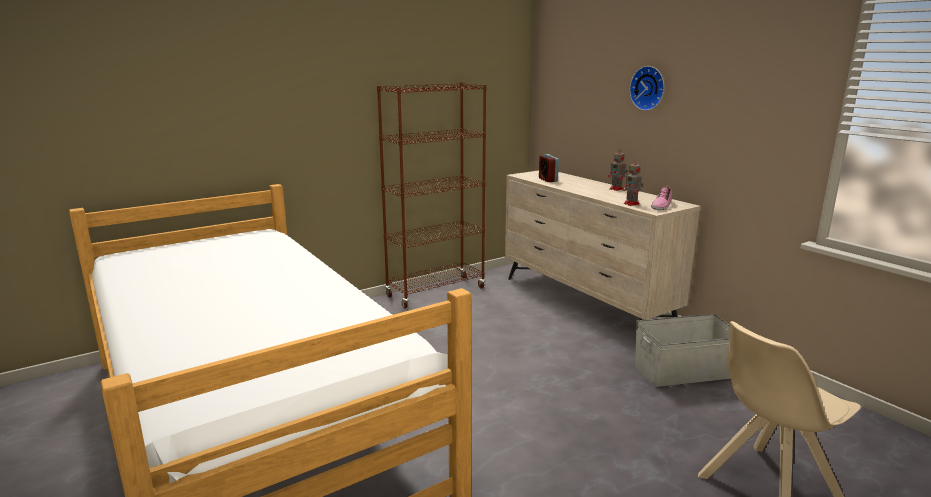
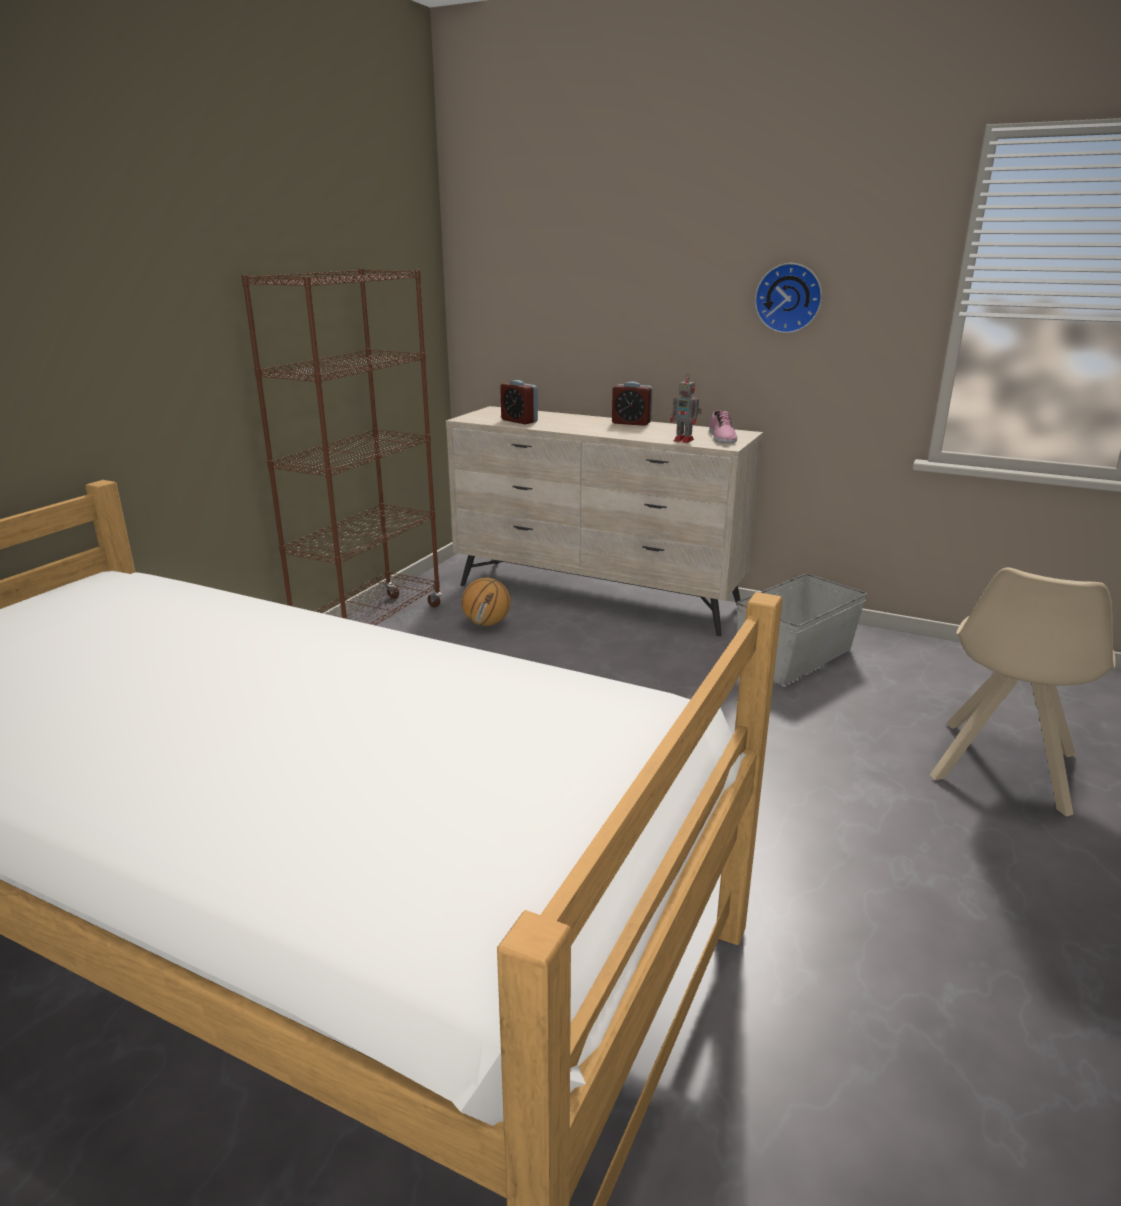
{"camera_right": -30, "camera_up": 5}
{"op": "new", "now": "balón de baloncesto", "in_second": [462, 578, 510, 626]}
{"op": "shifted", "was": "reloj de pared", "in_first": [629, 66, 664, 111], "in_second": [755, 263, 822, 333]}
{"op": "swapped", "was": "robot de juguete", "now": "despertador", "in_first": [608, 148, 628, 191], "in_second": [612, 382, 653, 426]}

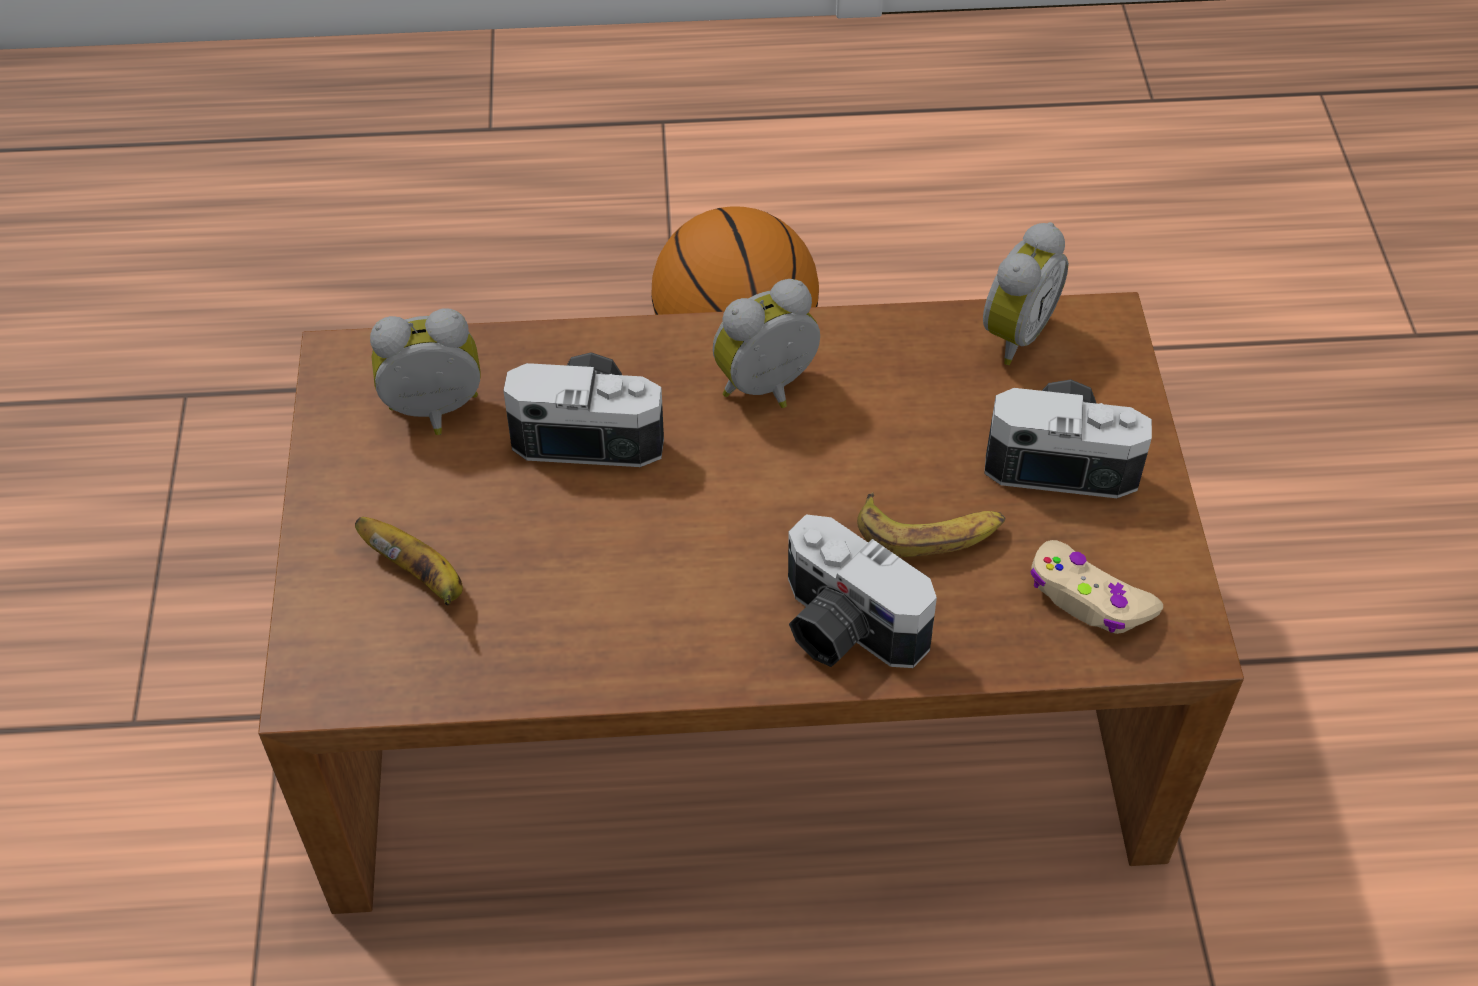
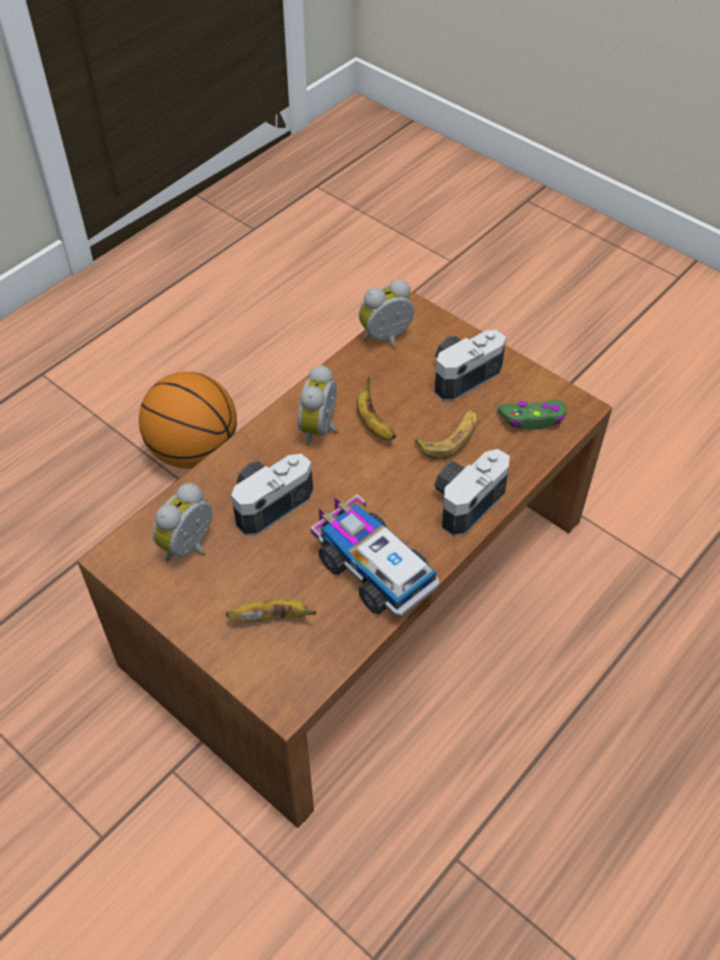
{"camera_right": -45, "camera_up": 0}
{"op": "new", "now": "camión de juguete", "in_second": [311, 494, 439, 618]}
{"op": "new", "now": "plátano", "in_second": [357, 377, 396, 440]}
{"op": "repainted", "was": "mando de consola/beis", "now": "mando de consola/verde", "in_first": [1030, 540, 1163, 634], "in_second": [497, 399, 566, 430]}
{"op": "rotated", "was": "cámara", "in_first": [788, 514, 937, 668], "in_second": [434, 449, 510, 536], "clockwise": 135}
{"op": "rotated", "was": "despertador", "in_first": [983, 222, 1069, 365], "in_second": [359, 280, 415, 348], "clockwise": -105}

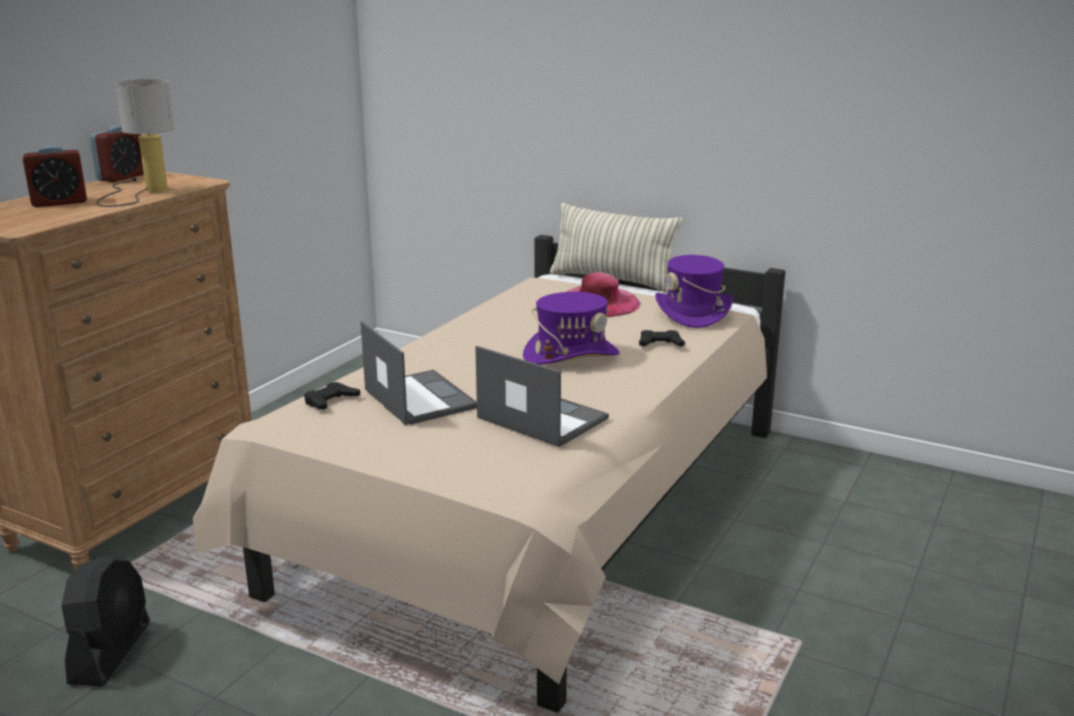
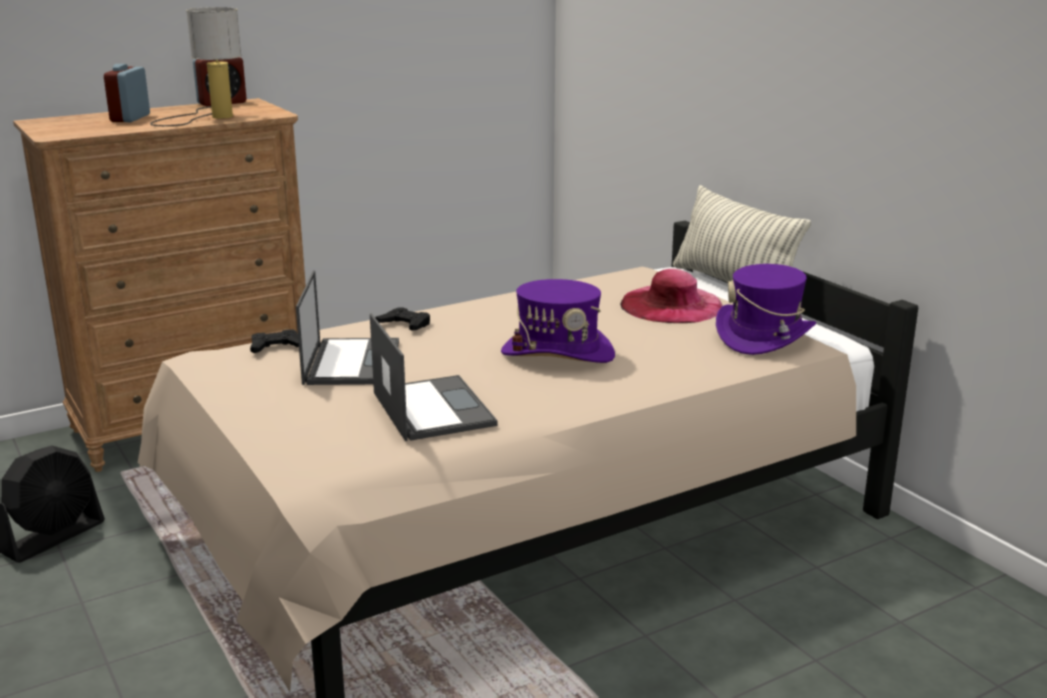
{"camera_right": 30, "camera_up": 0}
{"op": "shifted", "was": "mando de consola/negro", "in_first": [639, 330, 685, 347], "in_second": [375, 307, 430, 331]}
{"op": "rotated", "was": "despertador", "in_first": [23, 146, 87, 207], "in_second": [104, 64, 150, 122], "clockwise": 90}

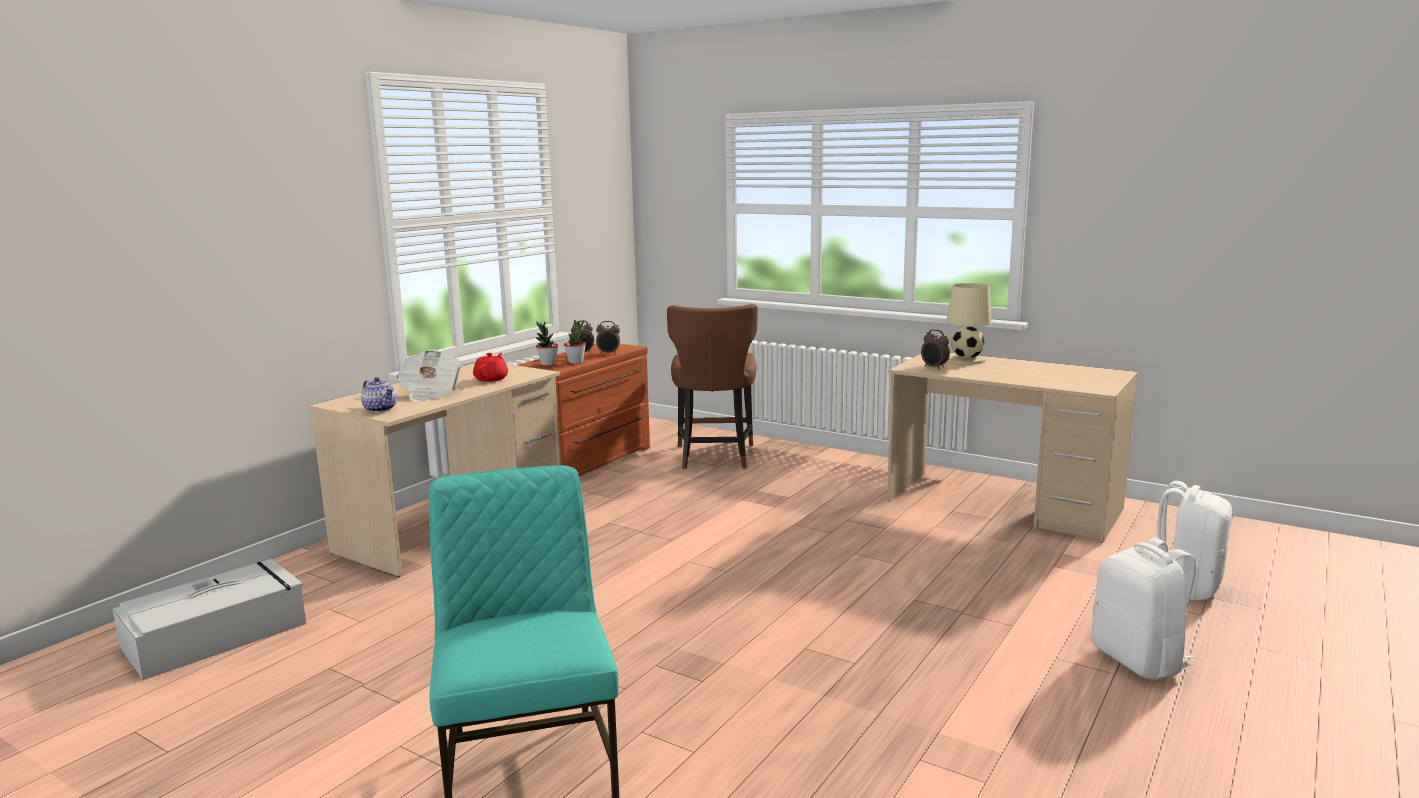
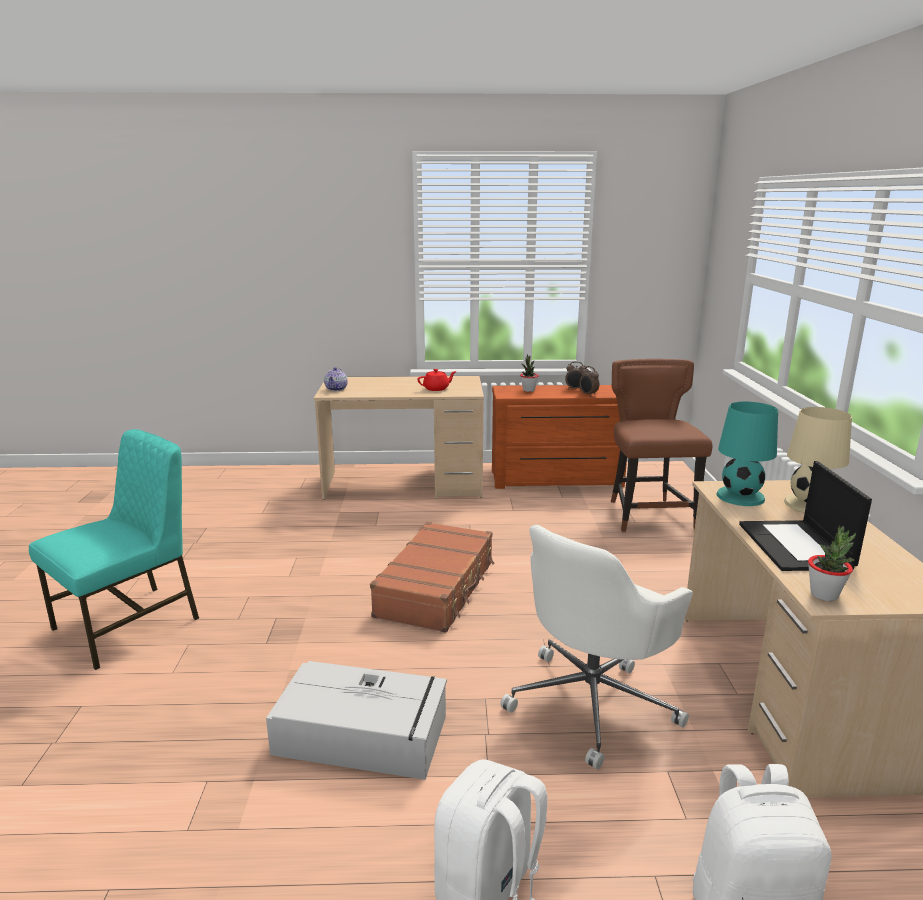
{"camera_right": 55, "camera_up": 5}
{"op": "gone", "was": "periódico", "in_first": [396, 350, 463, 402]}
{"op": "new", "now": "maleta/marrón", "in_second": [370, 522, 494, 633]}
{"op": "new", "now": "silla de oficina/blanco", "in_second": [500, 525, 693, 769]}
{"op": "new", "now": "portátil", "in_second": [739, 461, 872, 571]}
{"op": "shifted", "was": "caja de almacenaje/gris", "in_first": [112, 559, 306, 680], "in_second": [266, 661, 447, 780]}
{"op": "shifted", "was": "planta en maceta", "in_first": [564, 320, 586, 364], "in_second": [808, 526, 856, 601]}
{"op": "swapped", "was": "despertador", "now": "lámpara de mesa/turquesa", "in_first": [921, 329, 950, 370], "in_second": [717, 402, 778, 506]}
{"op": "rotated", "was": "silla/marrón", "in_first": [667, 304, 758, 469], "in_second": [611, 359, 712, 532], "clockwise": 120}

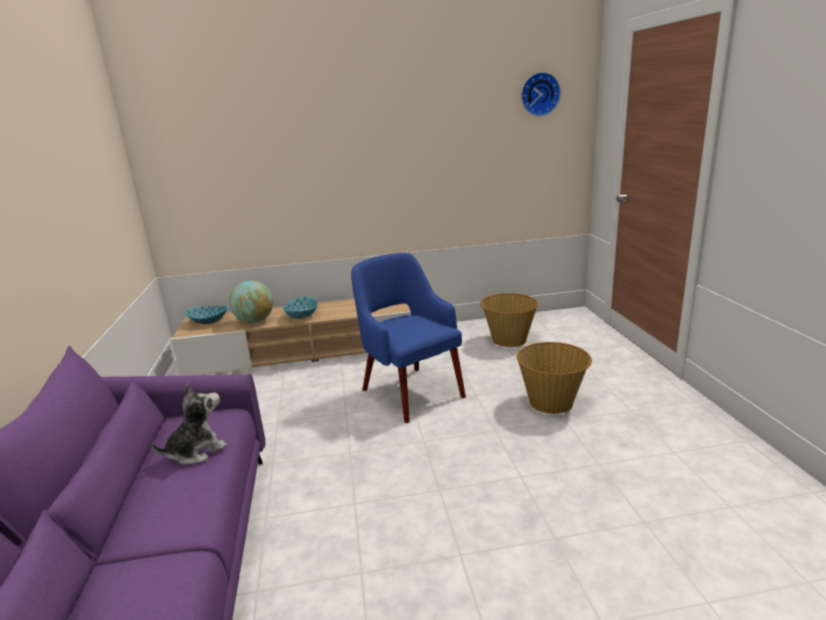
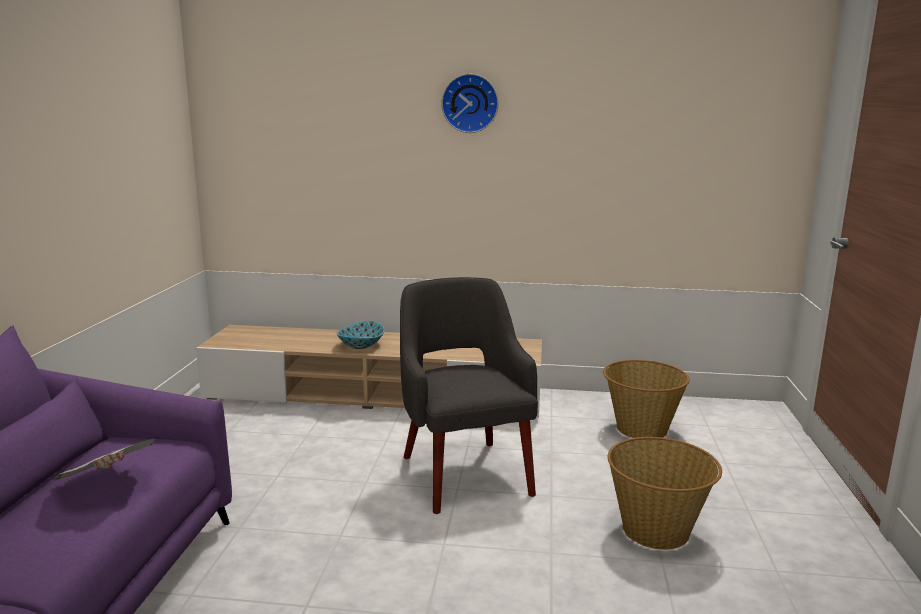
{"camera_right": 15, "camera_up": -5}
{"op": "gone", "was": "cuenco", "in_first": [185, 305, 228, 324]}
{"op": "gone", "was": "globo terráqueo", "in_first": [229, 281, 273, 323]}
{"op": "shifted", "was": "reloj de pared", "in_first": [521, 72, 561, 117], "in_second": [441, 74, 498, 133]}
{"op": "swapped", "was": "peluche", "now": "periódico", "in_first": [152, 383, 227, 465], "in_second": [53, 439, 154, 481]}
{"op": "repainted", "was": "sillón/azul", "now": "sillón/gris", "in_first": [351, 253, 466, 423], "in_second": [400, 277, 538, 514]}

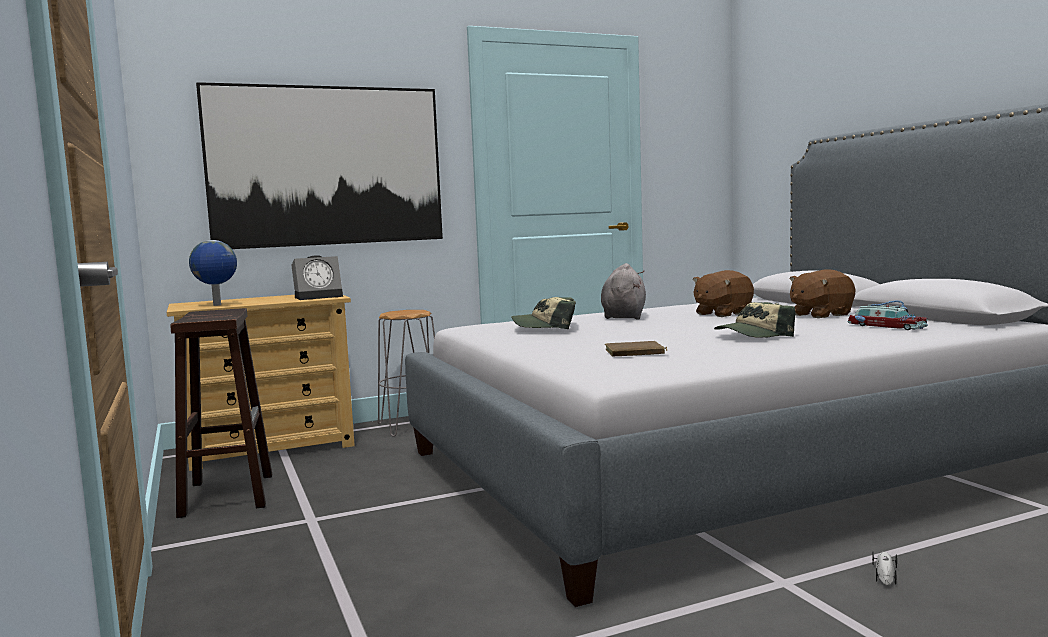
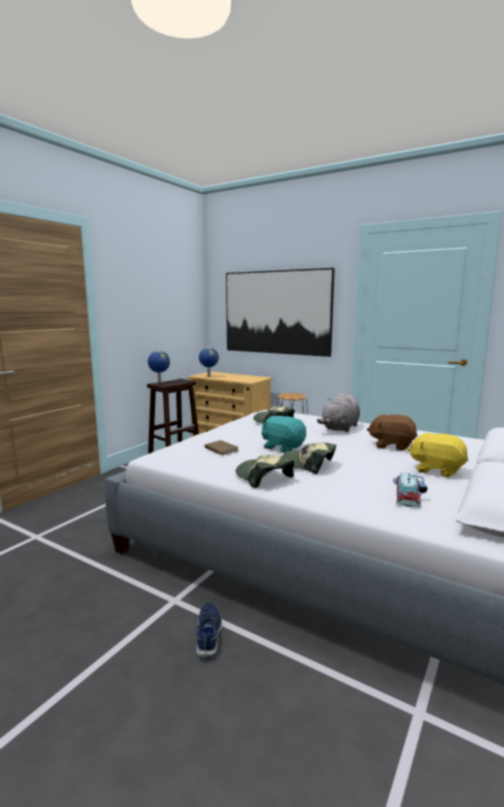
{"camera_right": 55, "camera_up": 5}
{"op": "gone", "was": "despertador", "in_first": [291, 255, 343, 300]}
{"op": "new", "now": "globo terráqueo", "in_second": [148, 351, 170, 383]}
{"op": "new", "now": "gorra", "in_second": [235, 455, 294, 488]}
{"op": "new", "now": "peluche/turquesa", "in_second": [262, 416, 306, 453]}
{"op": "swapped", "was": "coche de juguete", "now": "zapato/azul", "in_first": [872, 551, 897, 585], "in_second": [196, 603, 222, 659]}
{"op": "repainted", "was": "peluche/marrón", "now": "peluche/amarillo", "in_first": [789, 269, 856, 318], "in_second": [408, 433, 468, 477]}
{"op": "rotated", "was": "peluche/gris", "in_first": [601, 263, 646, 320], "in_second": [317, 393, 360, 432], "clockwise": 150}

